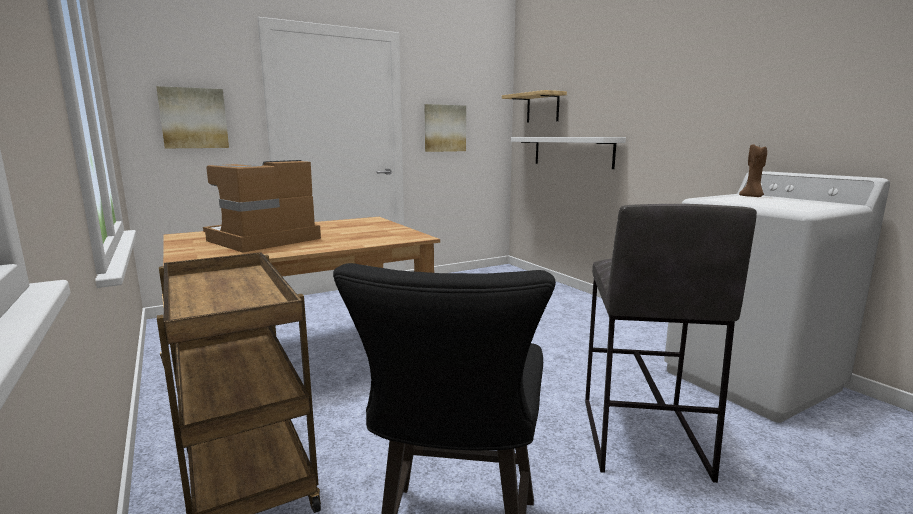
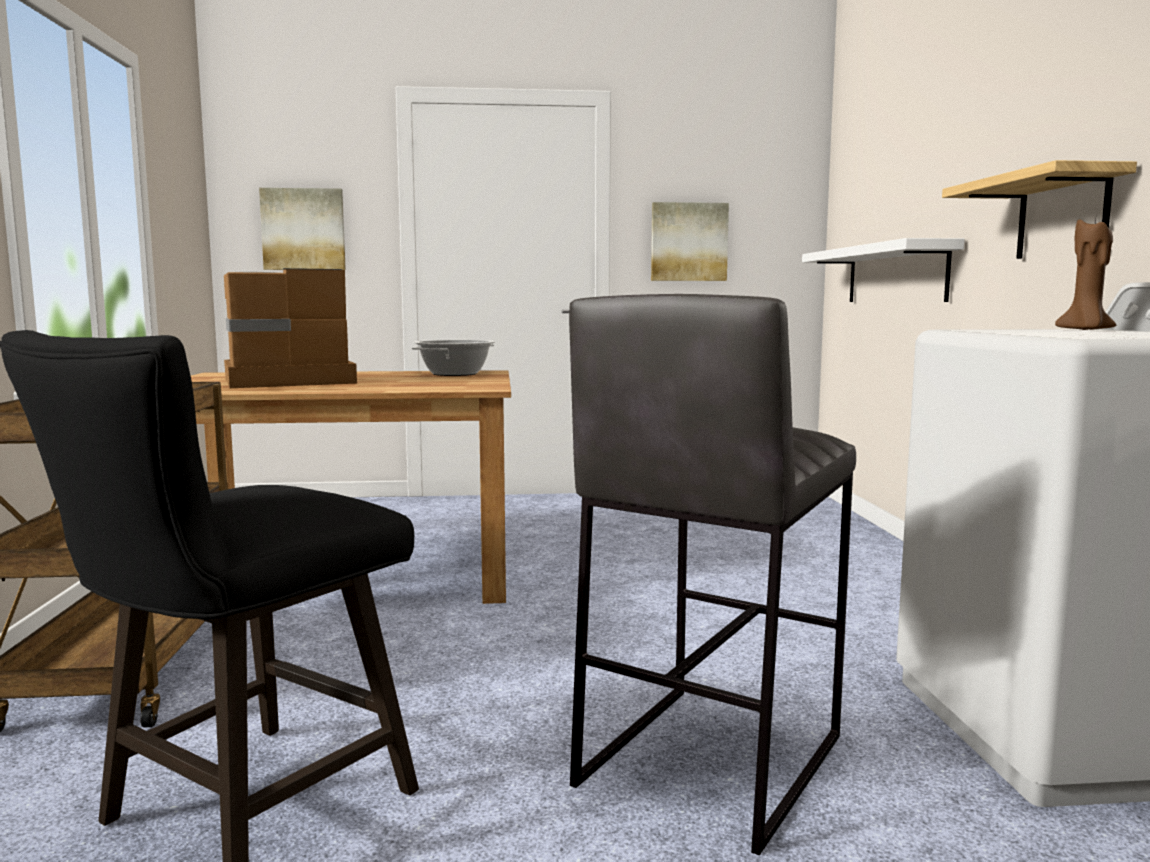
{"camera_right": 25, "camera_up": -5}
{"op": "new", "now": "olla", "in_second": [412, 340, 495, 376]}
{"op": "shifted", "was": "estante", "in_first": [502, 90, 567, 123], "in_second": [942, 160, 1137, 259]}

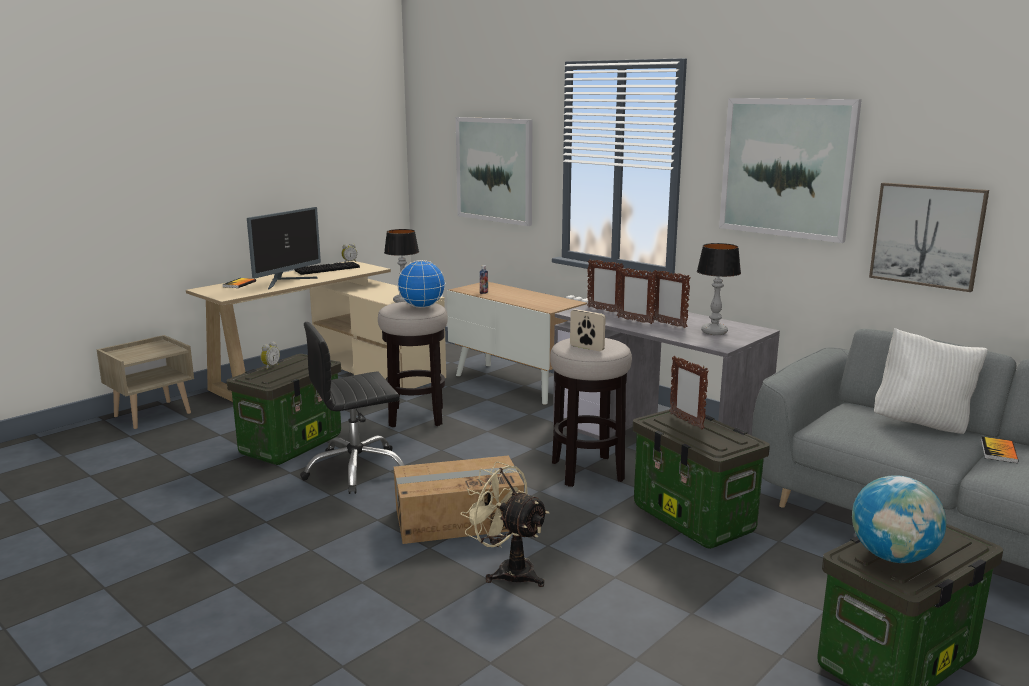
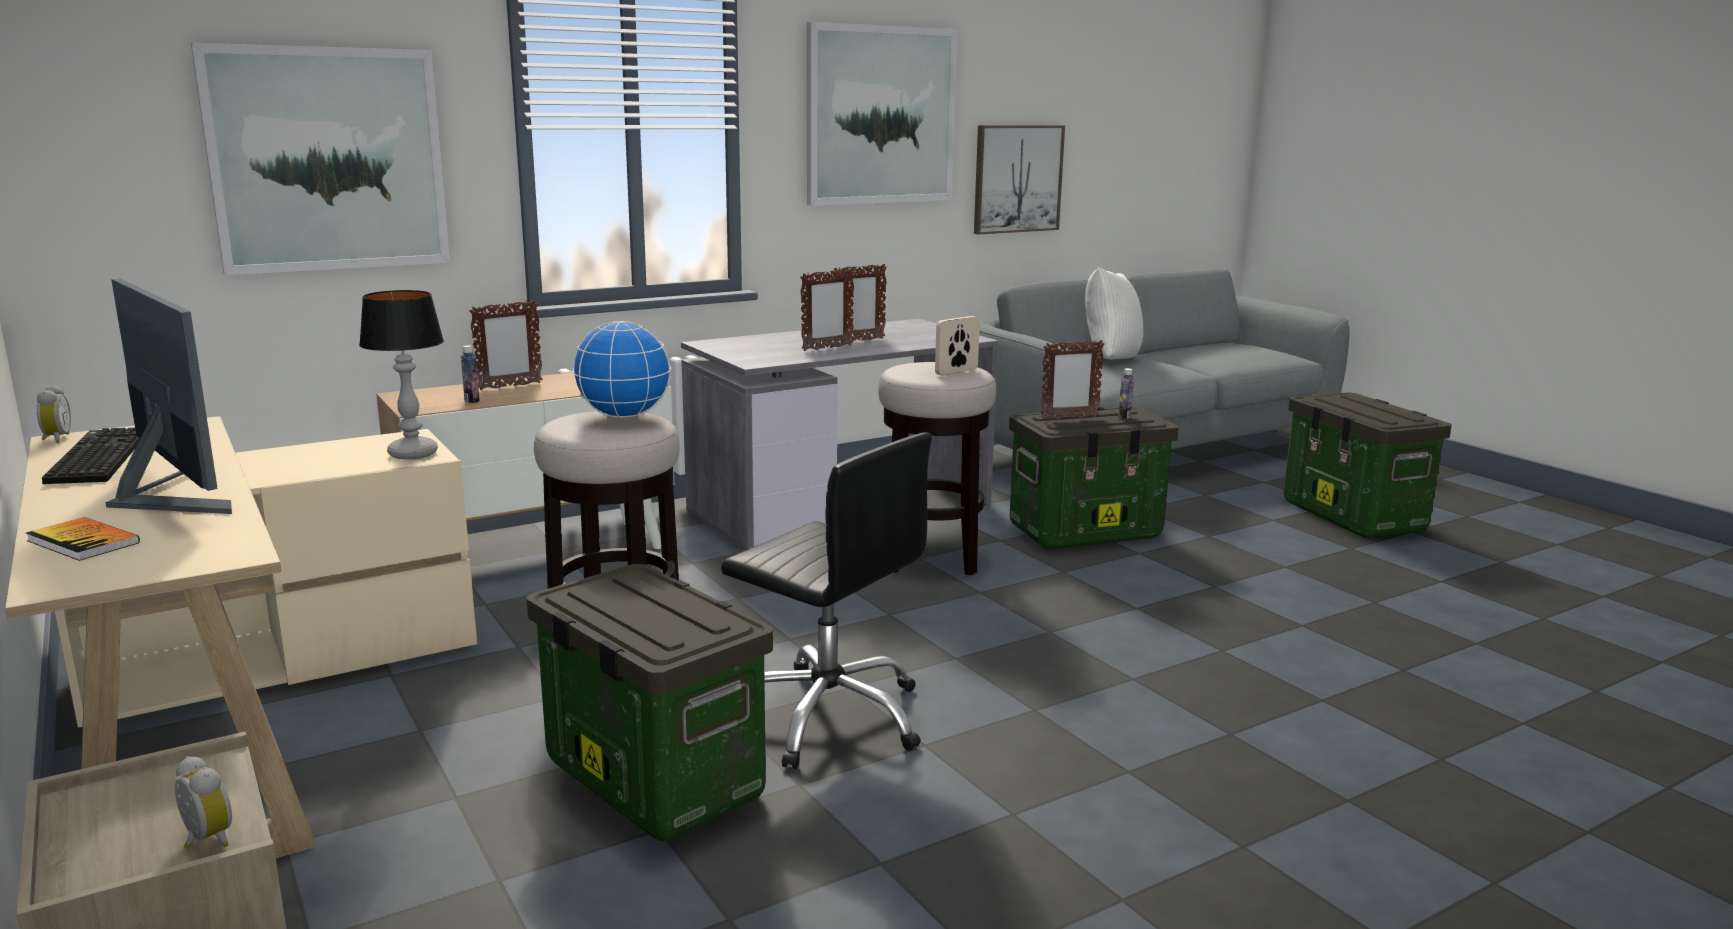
{"camera_right": -75, "camera_up": 0}
{"op": "gone", "was": "caja de cartón", "in_first": [394, 455, 524, 544]}
{"op": "gone", "was": "ventilador/beis", "in_first": [460, 461, 549, 587]}
{"op": "gone", "was": "lámpara de mesa", "in_first": [697, 243, 741, 335]}
{"op": "gone", "was": "globo terráqueo", "in_first": [852, 476, 946, 563]}
{"op": "gone", "was": "libro", "in_first": [981, 437, 1019, 463]}
{"op": "new", "now": "botella", "in_second": [1118, 368, 1134, 419]}
{"op": "shifted", "was": "despertador", "in_first": [261, 341, 280, 370], "in_second": [175, 756, 232, 849]}
{"op": "shifted", "was": "portarretratos", "in_first": [587, 259, 624, 312], "in_second": [469, 300, 543, 390]}
{"op": "rotated", "was": "silla de oficina/negro", "in_first": [300, 322, 405, 494], "in_second": [721, 432, 932, 769], "clockwise": -45}

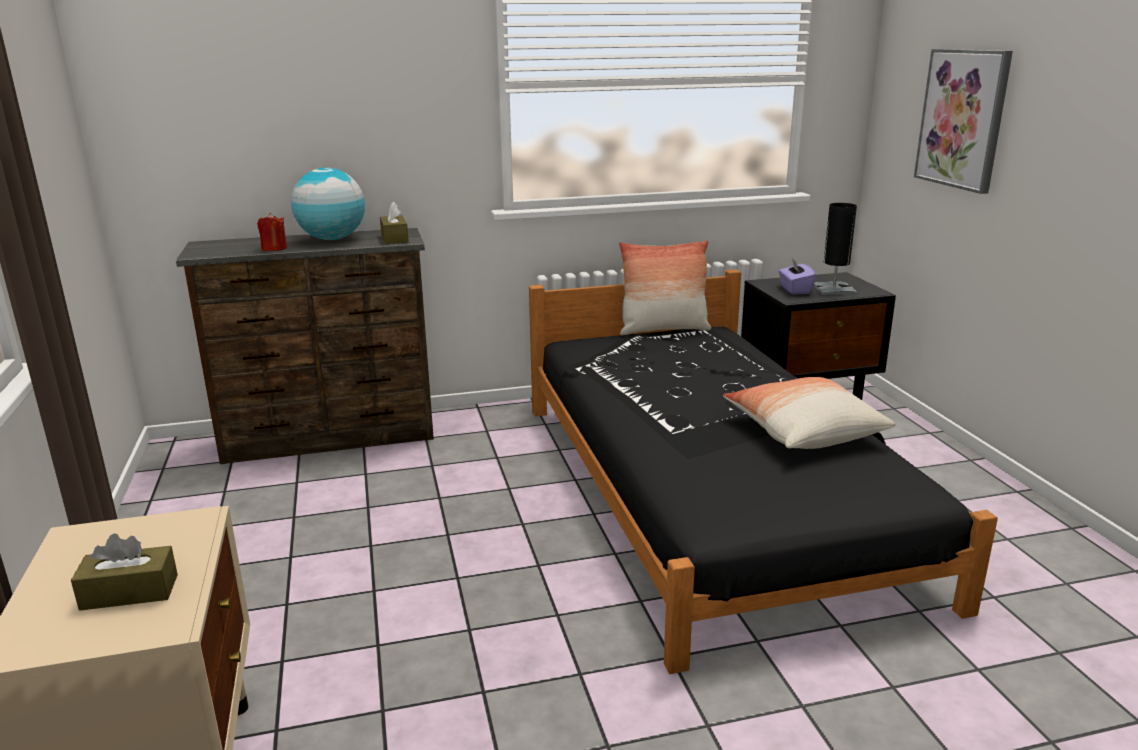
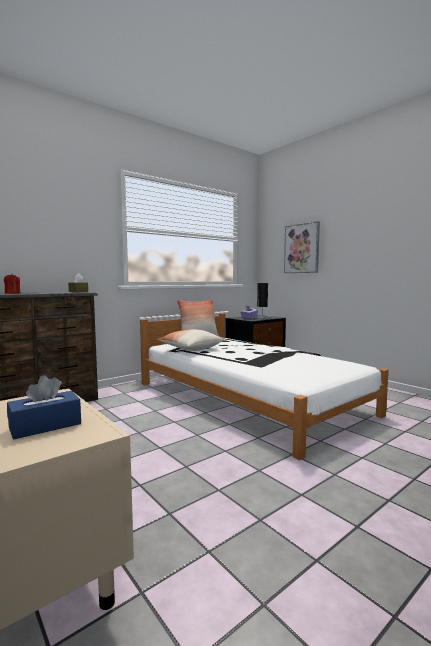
{"camera_right": -25, "camera_up": -15}
{"op": "gone", "was": "globo terráqueo", "in_first": [291, 168, 365, 240]}
{"op": "shifted", "was": "cojín", "in_first": [723, 377, 896, 449], "in_second": [157, 329, 224, 351]}
{"op": "repainted", "was": "caja de pañuelos/marrón", "now": "caja de pañuelos/azul", "in_first": [71, 533, 178, 610], "in_second": [7, 375, 81, 439]}
{"op": "repainted", "was": "cama/negro", "now": "cama/blanco", "in_first": [529, 269, 998, 674], "in_second": [140, 313, 389, 460]}

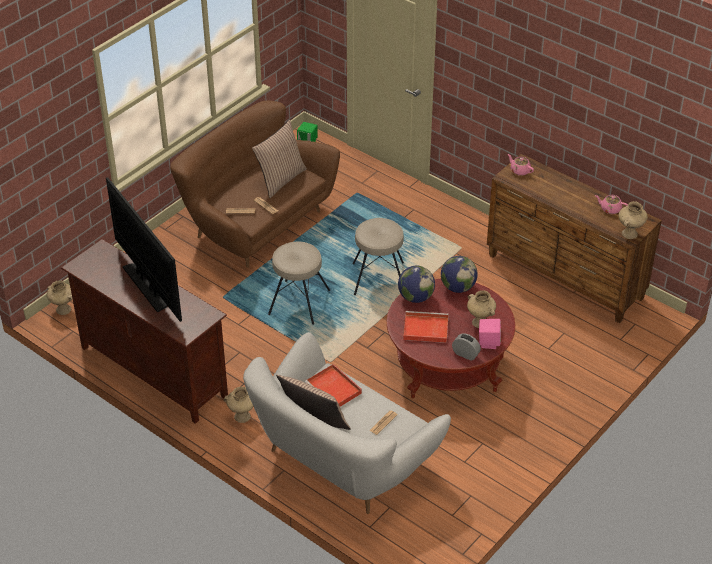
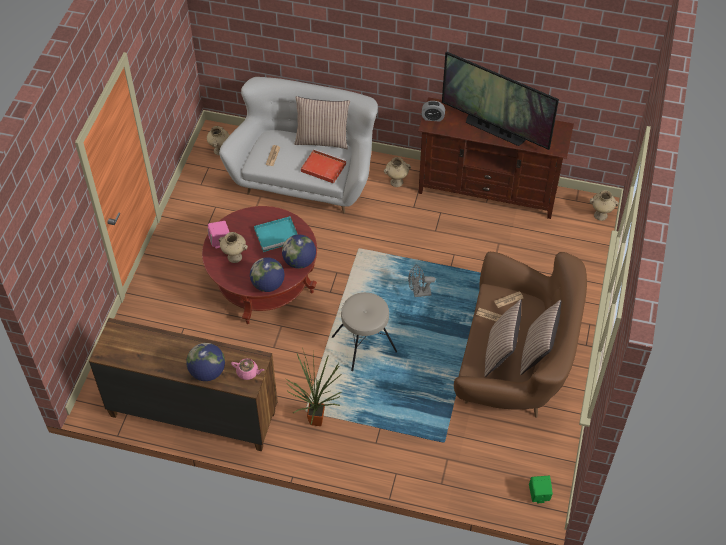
{"camera_right": 155, "camera_up": 10}
{"op": "gone", "was": "tetera/rosa", "in_first": [595, 195, 628, 214]}
{"op": "new", "now": "globo terráqueo", "in_second": [186, 343, 225, 381]}
{"op": "new", "now": "planta en maceta", "in_second": [285, 348, 342, 426]}
{"op": "new", "now": "cojín", "in_second": [520, 300, 561, 375]}
{"op": "shifted", "was": "despertador", "in_first": [452, 333, 481, 361], "in_second": [422, 101, 445, 122]}
{"op": "shifted", "was": "florero/beis", "in_first": [619, 201, 648, 239], "in_second": [207, 126, 229, 156]}
{"op": "swapped", "was": "taburete/beis", "now": "ventilador/gris", "in_first": [268, 242, 330, 325], "in_second": [408, 265, 436, 297]}
{"op": "repainted", "was": "bandeja/rojo", "now": "bandeja/turquesa", "in_first": [403, 311, 449, 343], "in_second": [254, 216, 298, 252]}

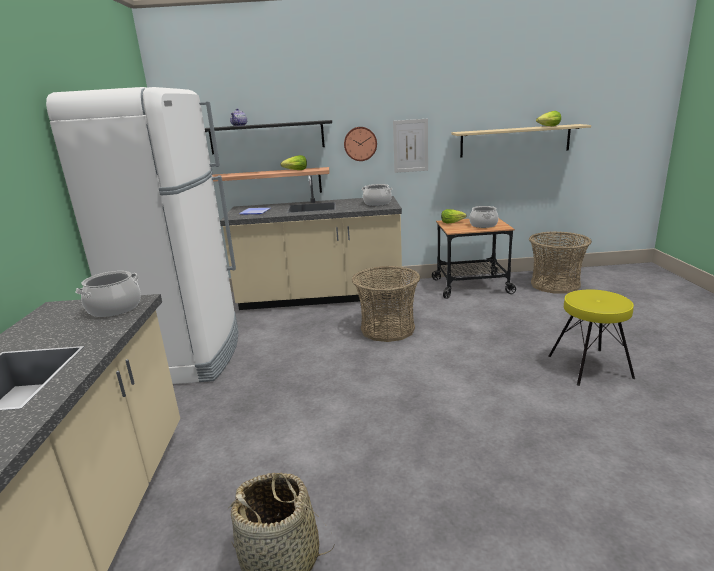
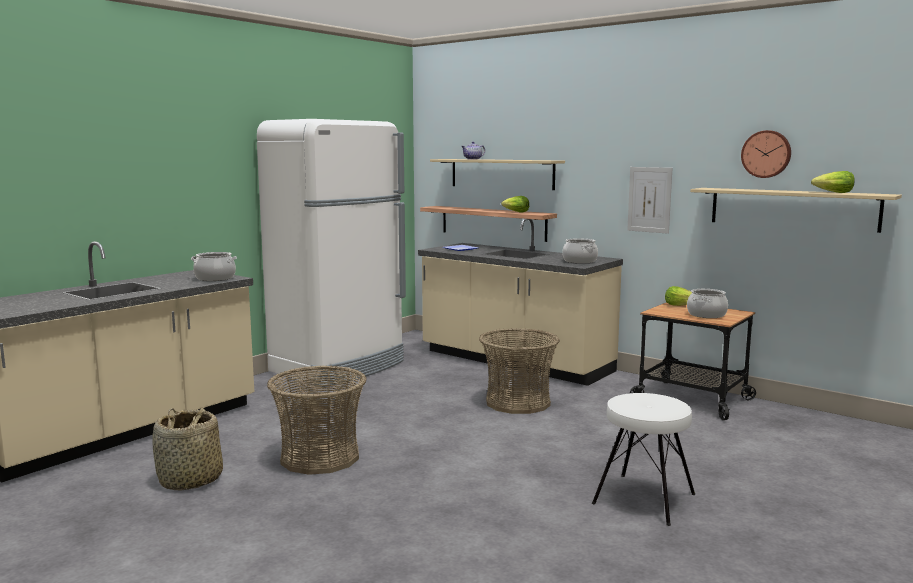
{"camera_right": 40, "camera_up": -10}
{"op": "shifted", "was": "reloj de pared", "in_first": [344, 127, 377, 161], "in_second": [741, 130, 791, 178]}
{"op": "shifted", "was": "cesta", "in_first": [529, 231, 592, 294], "in_second": [267, 366, 366, 475]}
{"op": "repainted", "was": "estante/negro", "now": "estante/beis", "in_first": [205, 120, 332, 154], "in_second": [430, 159, 565, 190]}
{"op": "repainted", "was": "taburete/amarillo", "now": "taburete/blanco", "in_first": [548, 289, 635, 386], "in_second": [592, 393, 695, 526]}

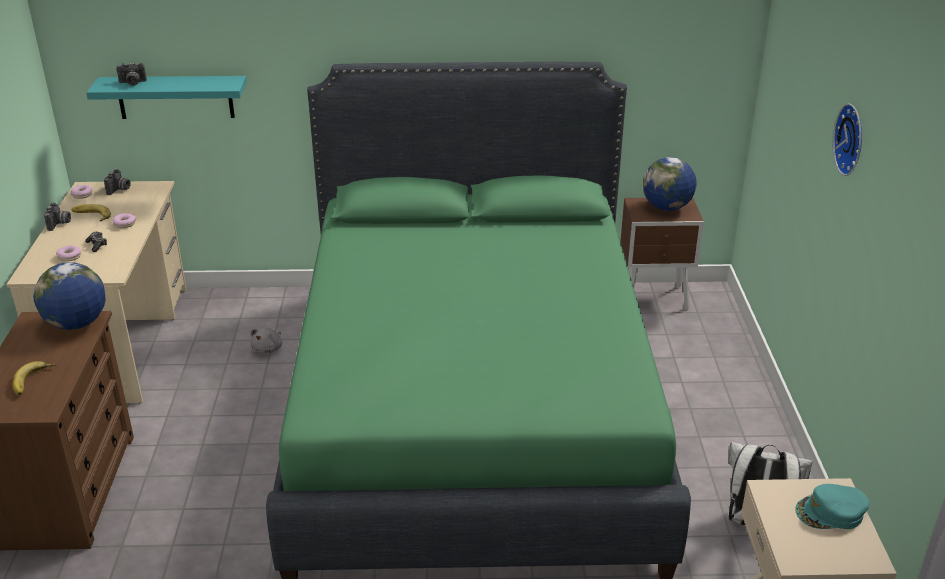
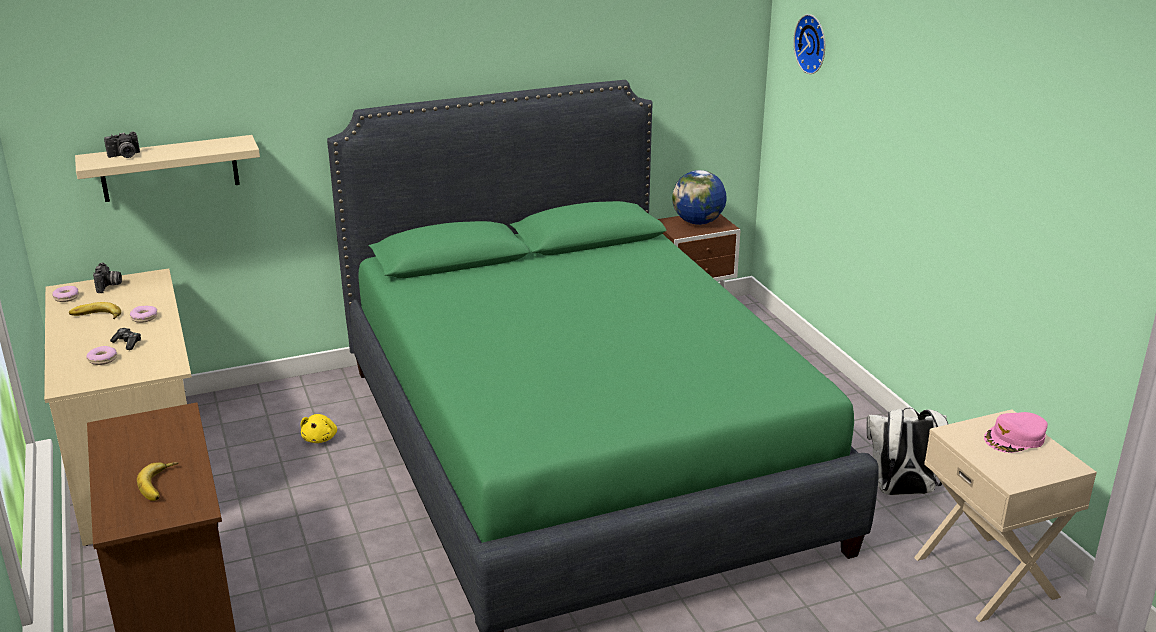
{"camera_right": -20, "camera_up": -5}
{"op": "gone", "was": "globo terráqueo", "in_first": [33, 262, 106, 330]}
{"op": "gone", "was": "cámara", "in_first": [44, 202, 71, 231]}
{"op": "shifted", "was": "reloj de pared", "in_first": [833, 104, 862, 176], "in_second": [793, 14, 825, 74]}
{"op": "repainted", "was": "estante/turquesa", "now": "estante/beis", "in_first": [86, 76, 247, 119], "in_second": [75, 135, 260, 202]}
{"op": "repainted", "was": "peluche/gris", "now": "peluche/amarillo", "in_first": [251, 328, 282, 353], "in_second": [300, 414, 337, 443]}
{"op": "repainted", "was": "gorra/turquesa", "now": "gorra/rosa", "in_first": [795, 484, 870, 529], "in_second": [984, 412, 1048, 453]}

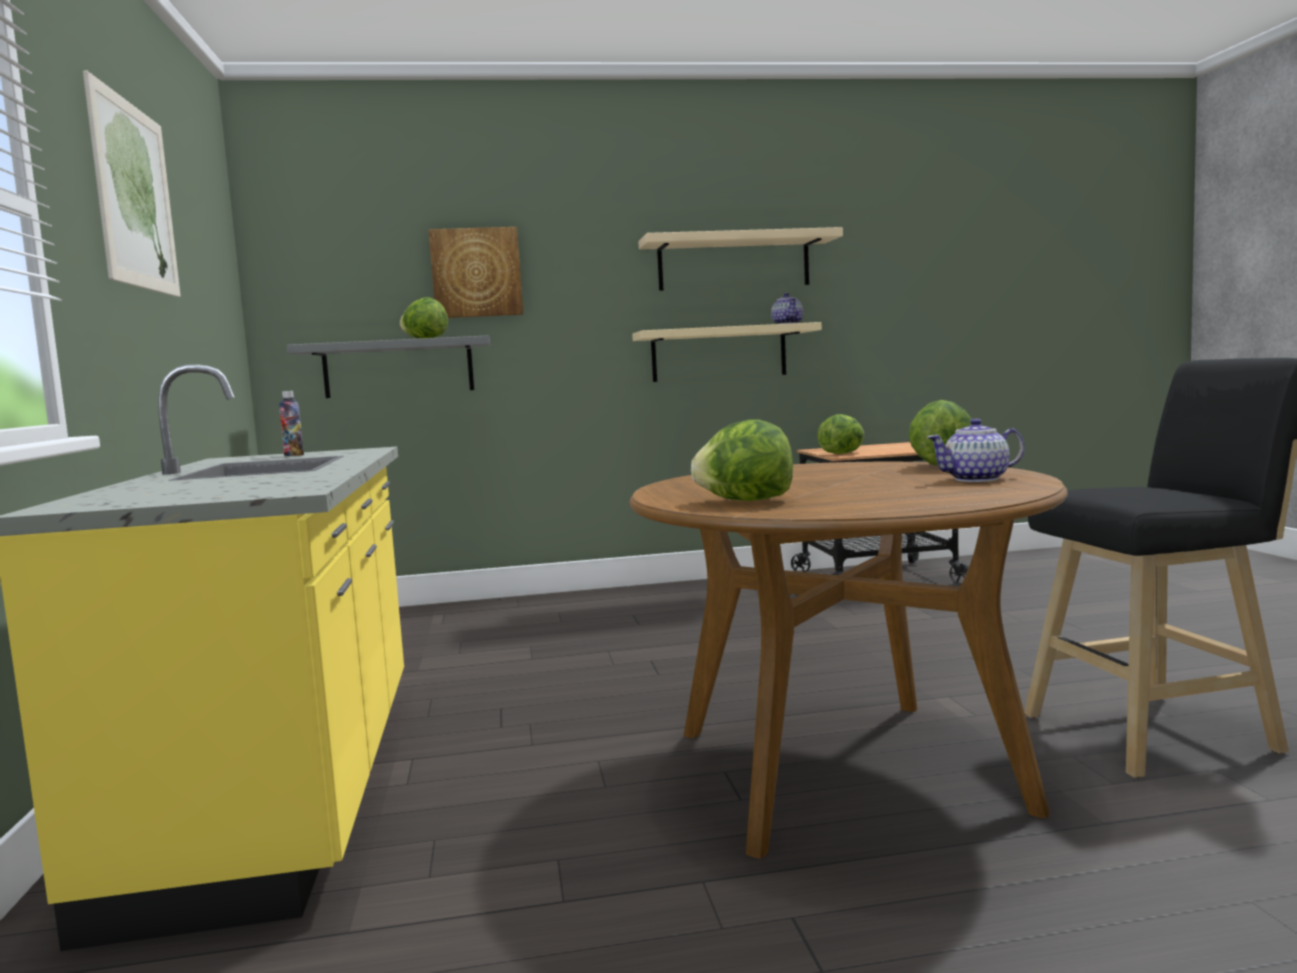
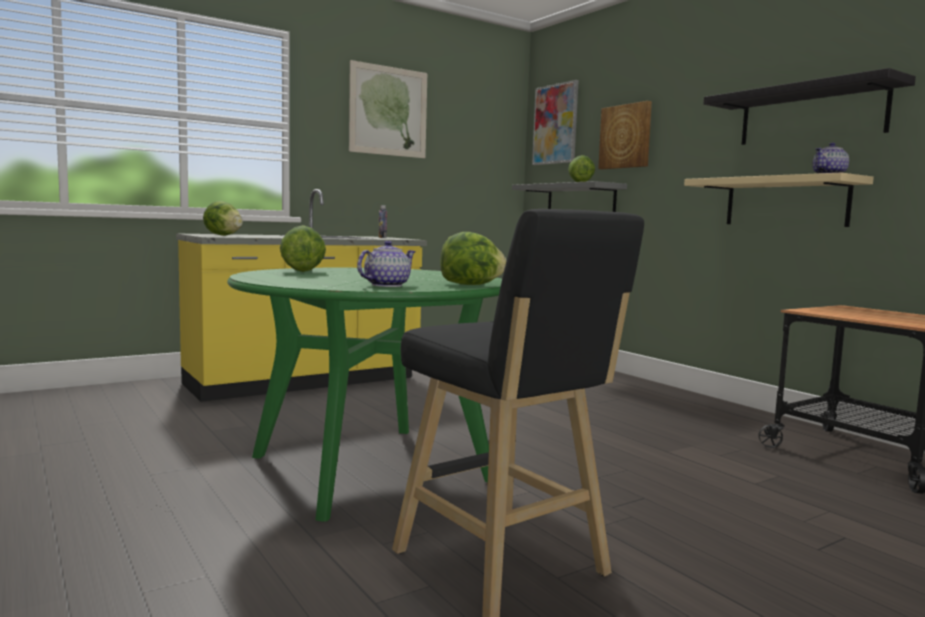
{"camera_right": 65, "camera_up": 0}
{"op": "new", "now": "cuadro", "in_second": [532, 80, 579, 165]}
{"op": "shifted", "was": "lechuga", "in_first": [817, 414, 864, 454], "in_second": [203, 201, 243, 236]}
{"op": "repainted", "was": "mesa de comedor/marrón", "now": "mesa de comedor/verde", "in_first": [629, 462, 1068, 859], "in_second": [227, 268, 502, 522]}
{"op": "repainted", "was": "estante/beis", "now": "estante/negro", "in_first": [638, 227, 843, 291], "in_second": [703, 68, 916, 145]}
{"op": "rotated", "was": "tetera", "in_first": [927, 419, 1025, 482], "in_second": [357, 241, 416, 287], "clockwise": 75}

